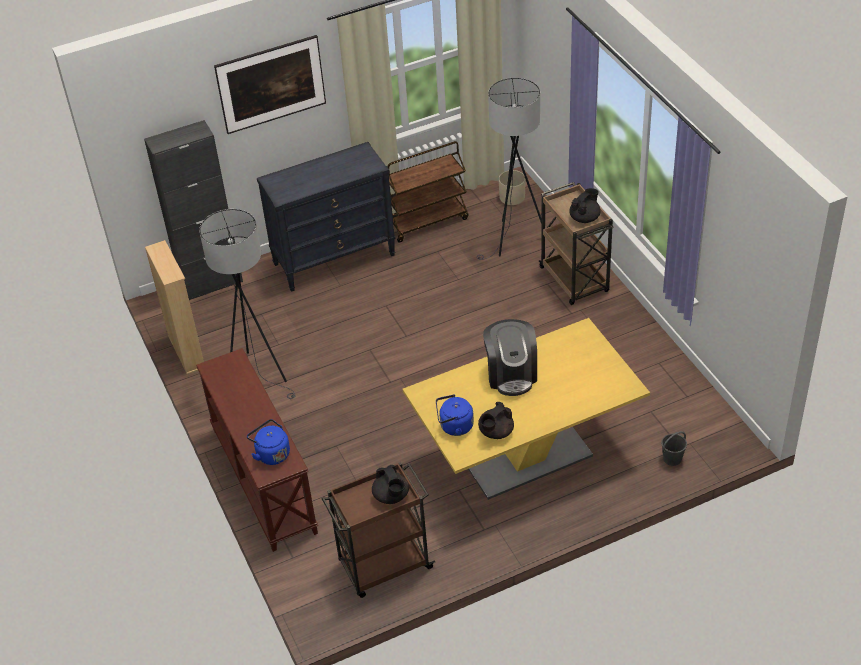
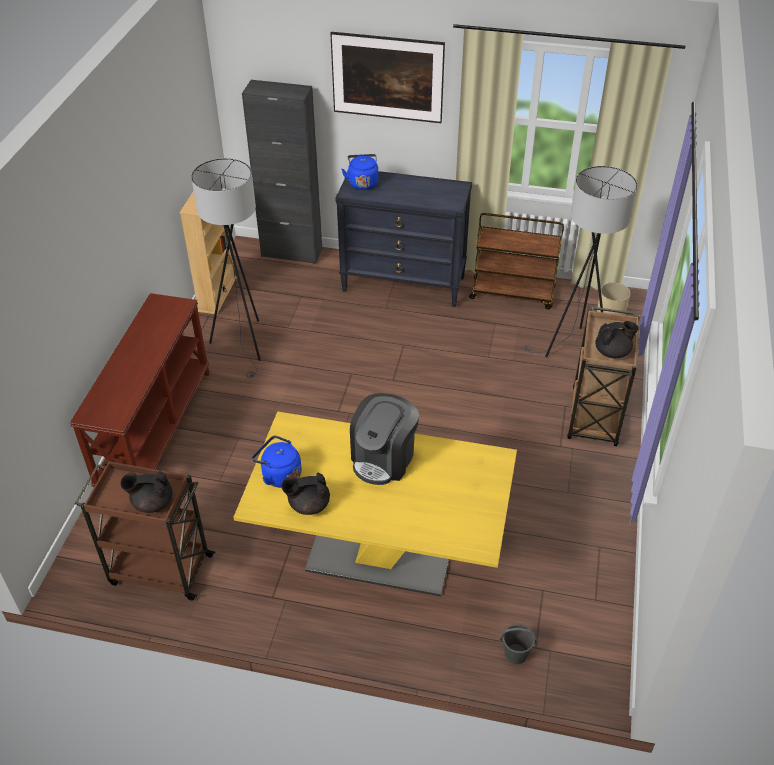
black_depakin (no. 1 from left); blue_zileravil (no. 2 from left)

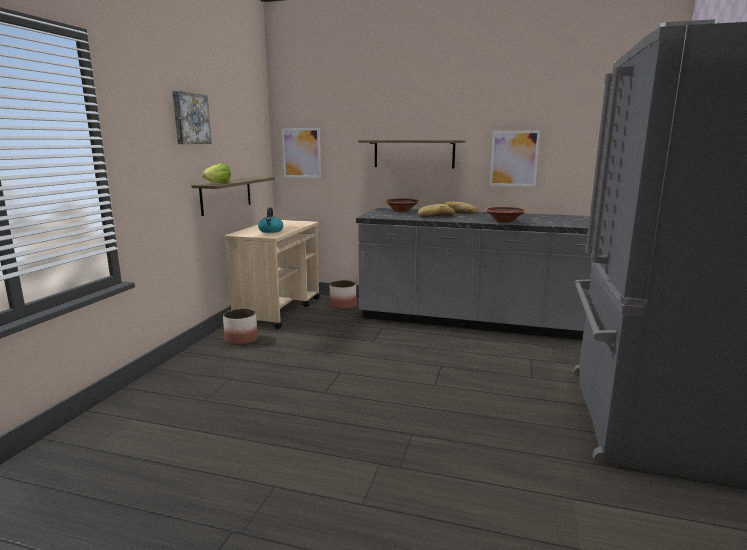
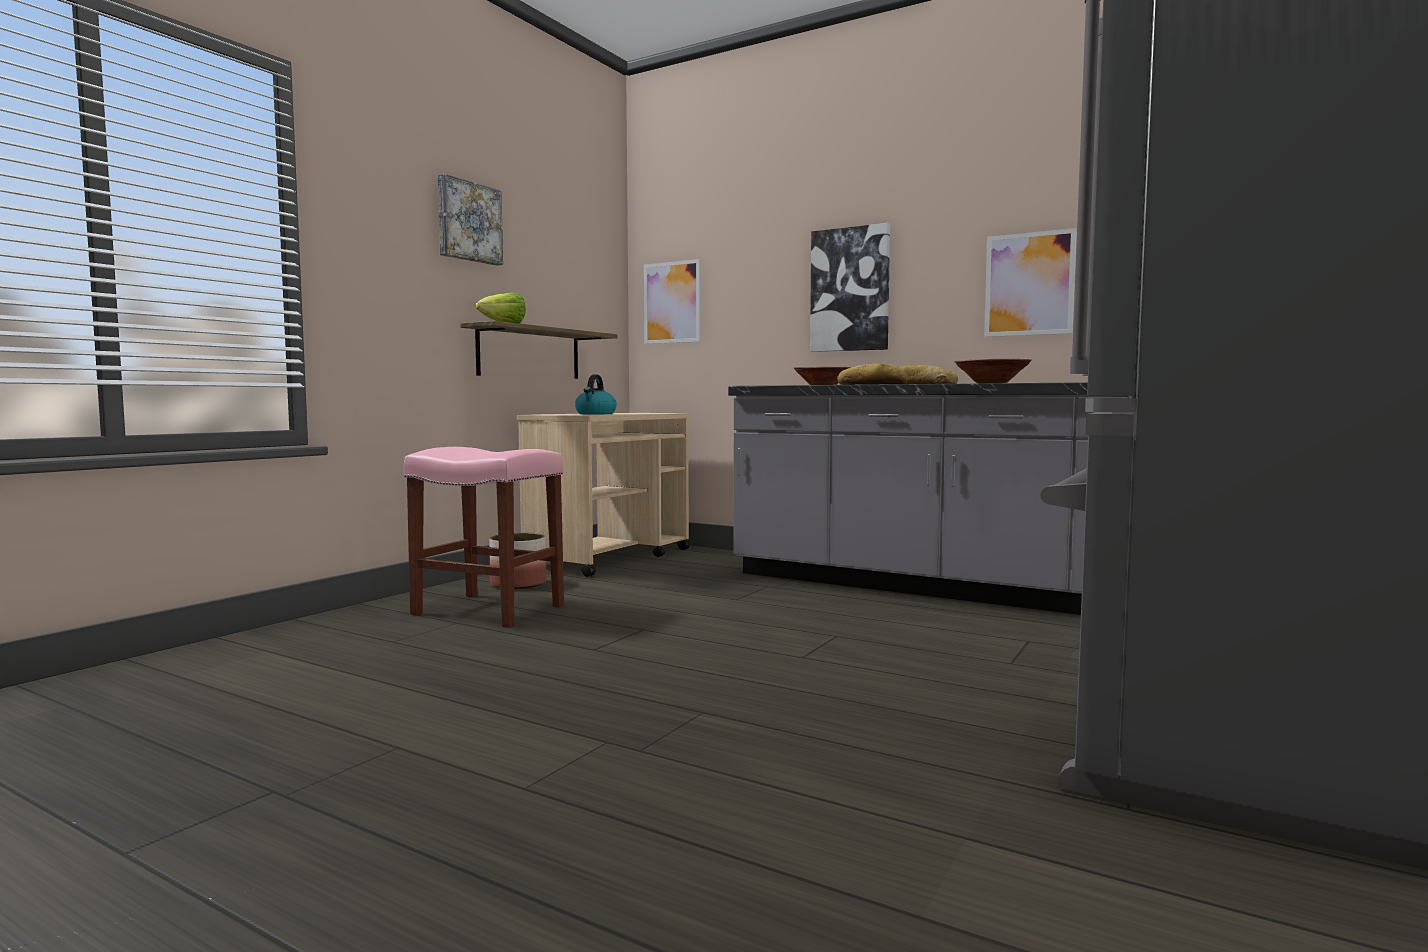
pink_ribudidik; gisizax (no. 3 from left); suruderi (no. 2 from left in the first image)

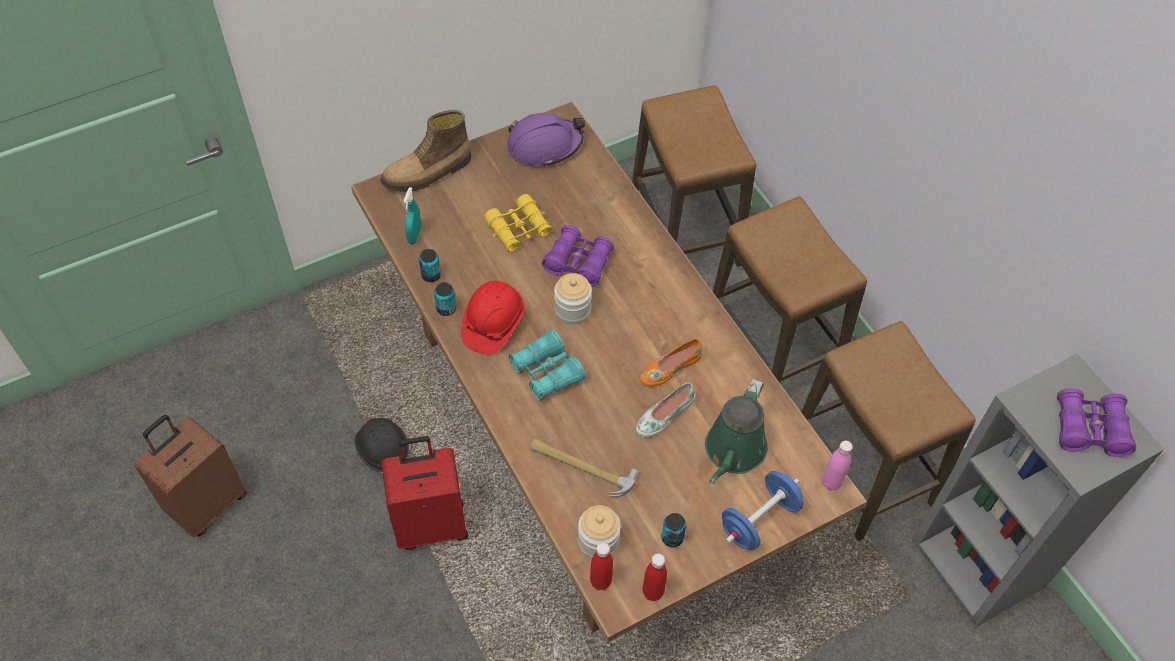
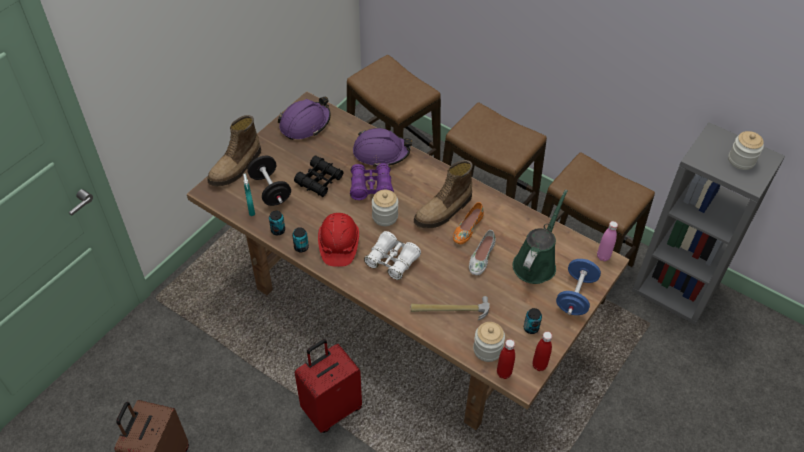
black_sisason; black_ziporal; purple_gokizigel (no. 2 from left); white_ziporal; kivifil (no. 2 from left); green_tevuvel; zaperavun (no. 3 from left); black_gokizigel

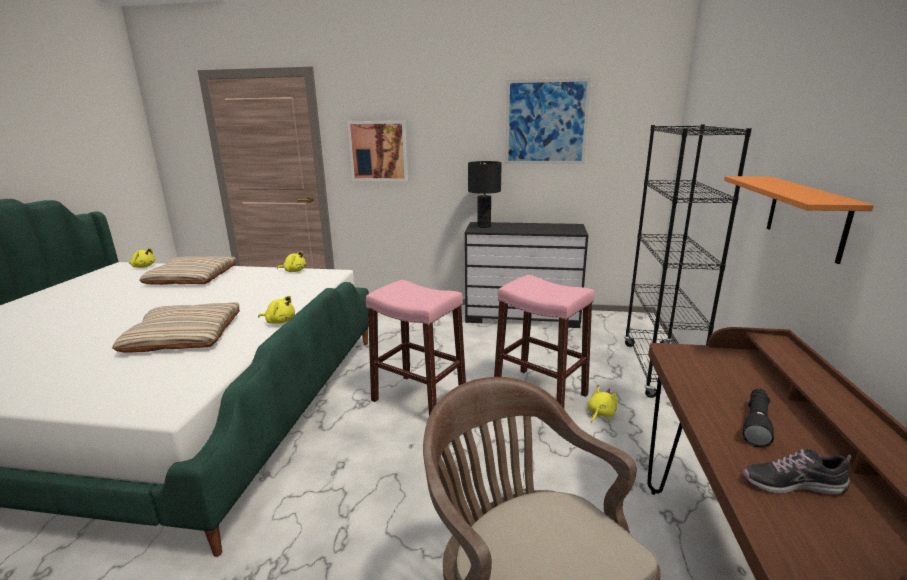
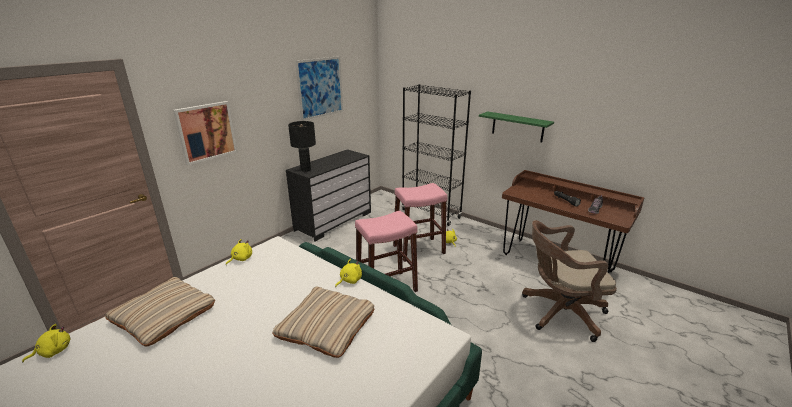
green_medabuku

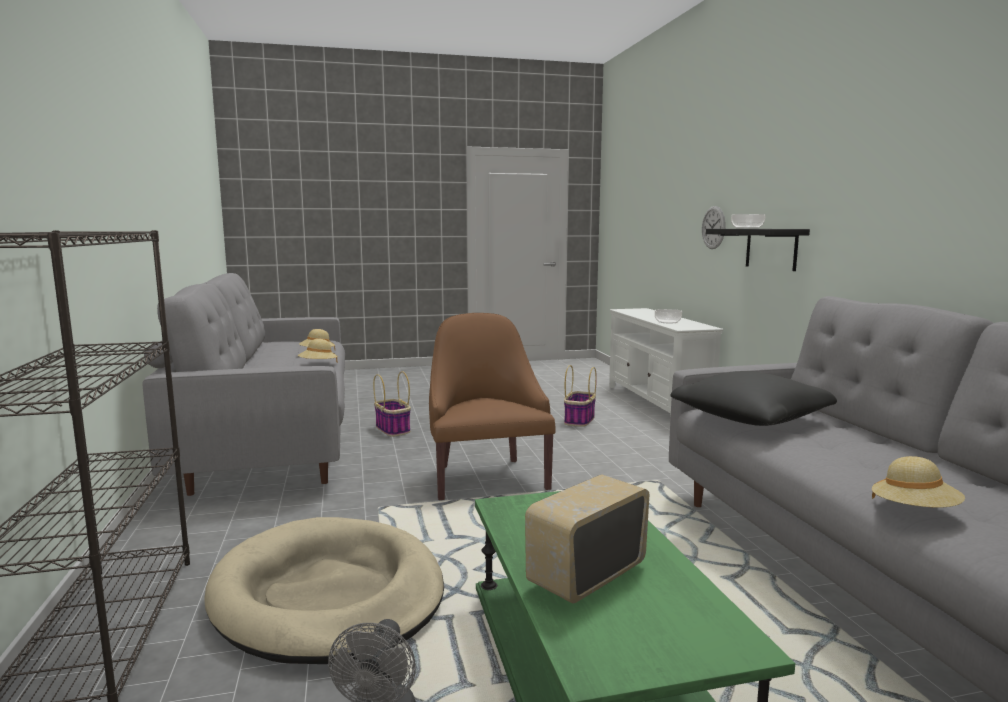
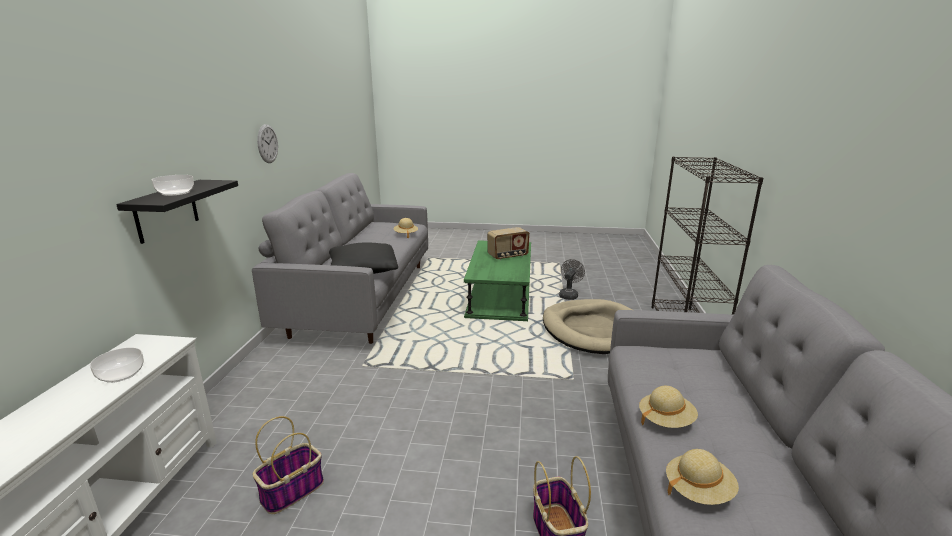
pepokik; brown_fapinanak

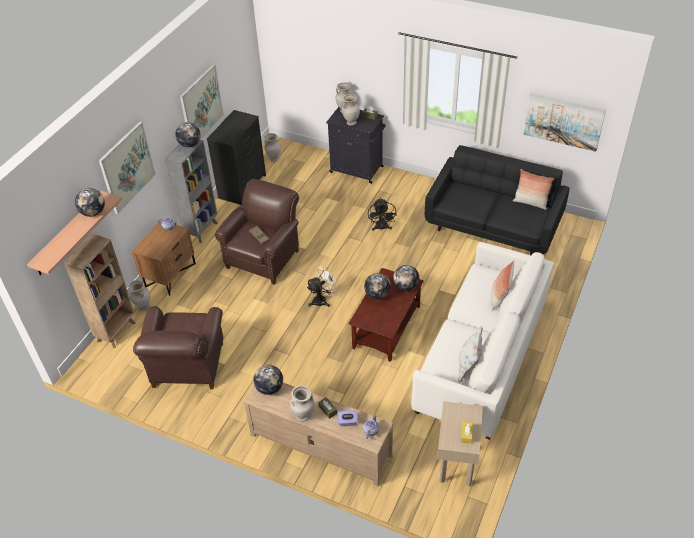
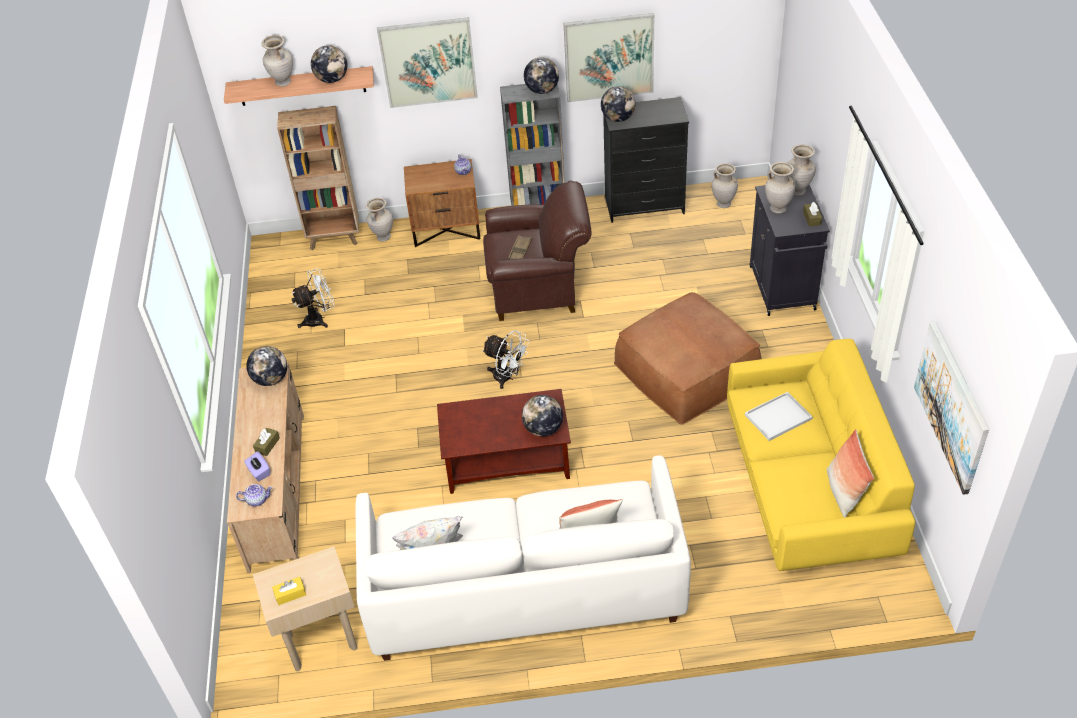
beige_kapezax (no. 1 from left); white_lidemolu (no. 1 from left); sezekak (no. 5 from left); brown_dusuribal; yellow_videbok; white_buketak

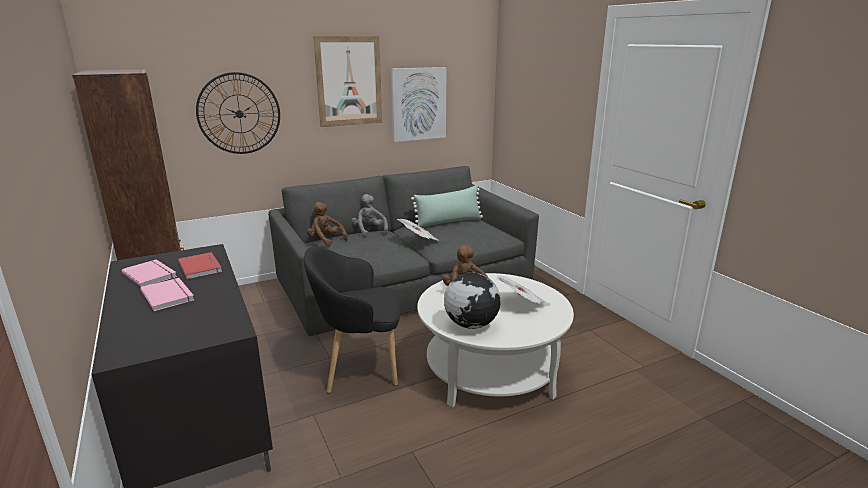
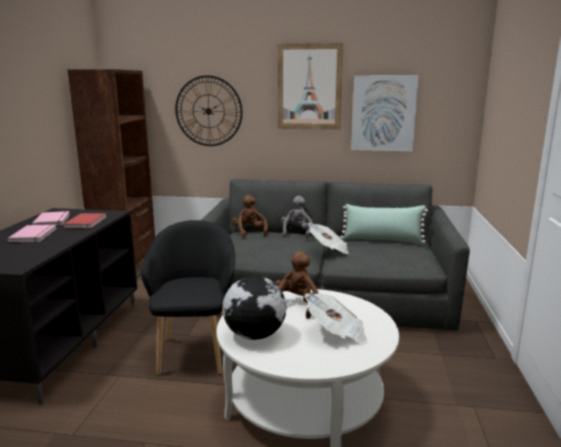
black_fapinanak

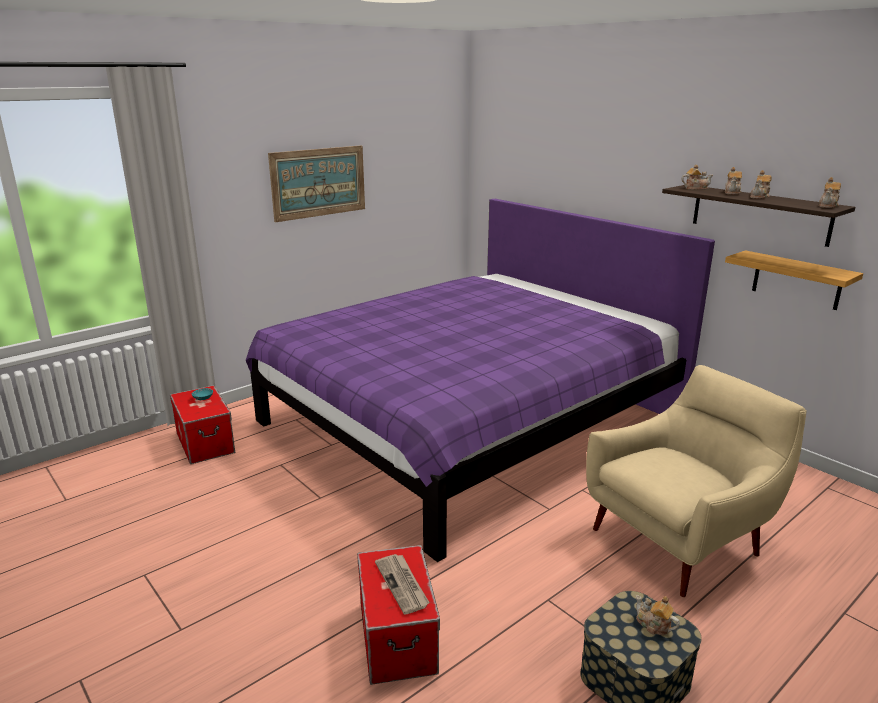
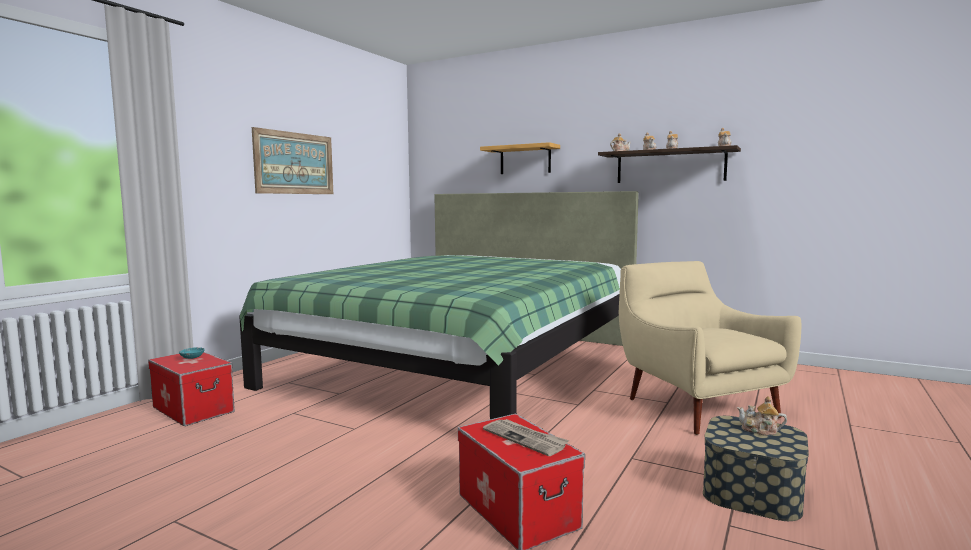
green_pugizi; medabuku (no. 1 from left); beige_fapinanak

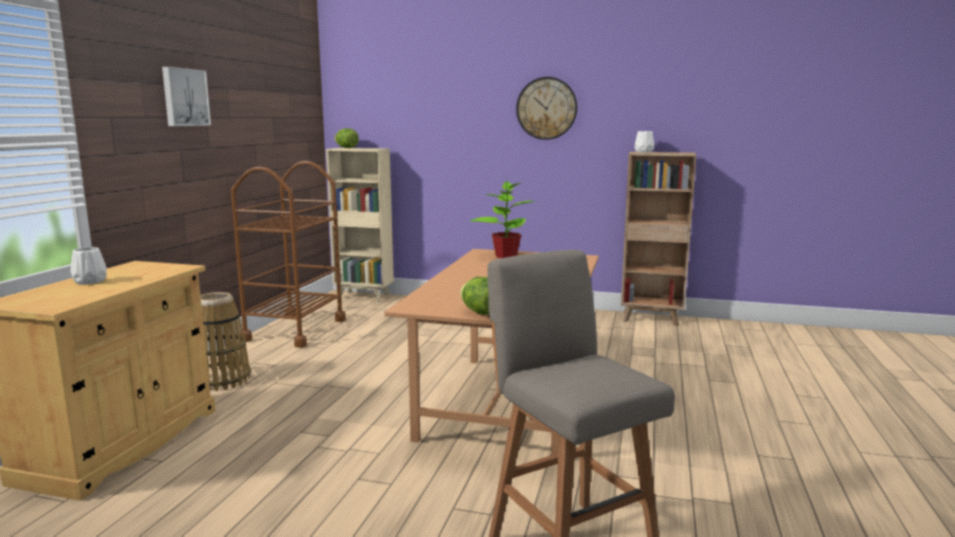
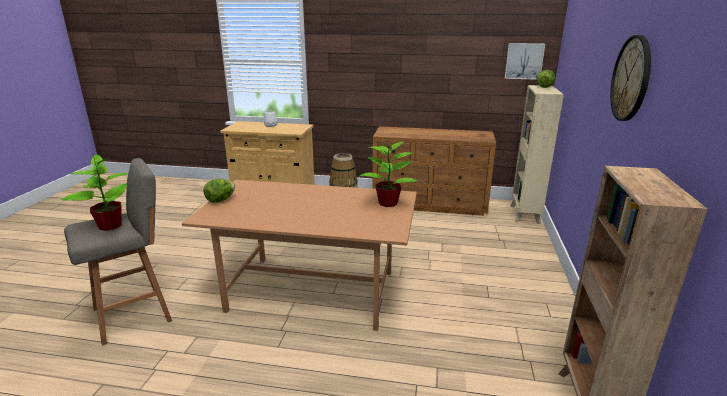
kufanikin (no. 1 from left); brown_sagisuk; gisizax; white_kapezax (no. 2 from left in the first image)

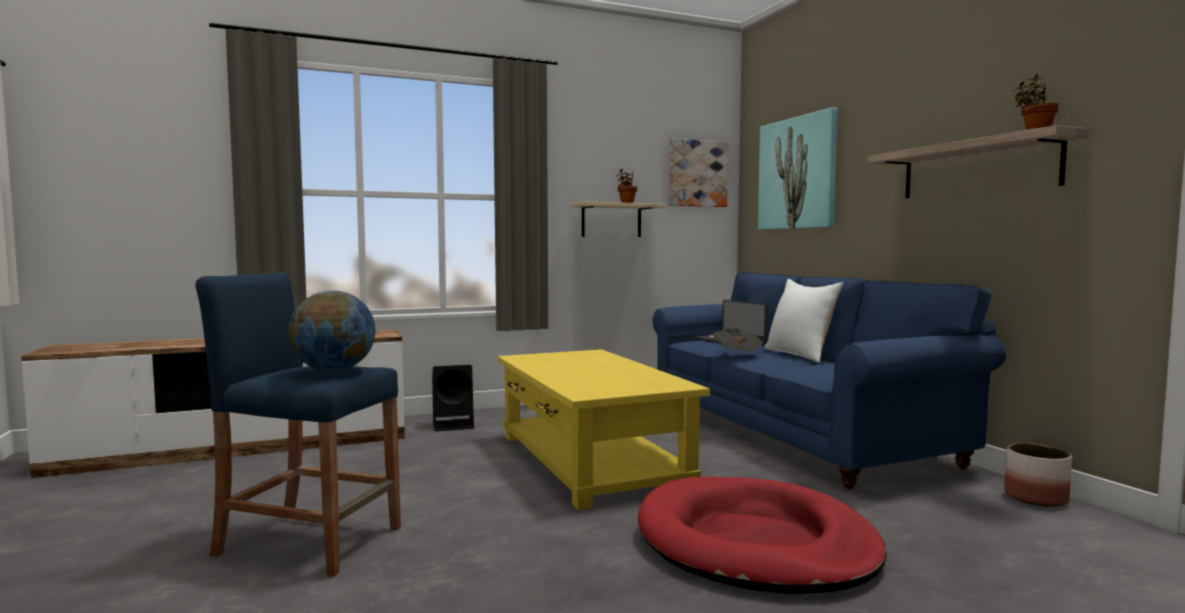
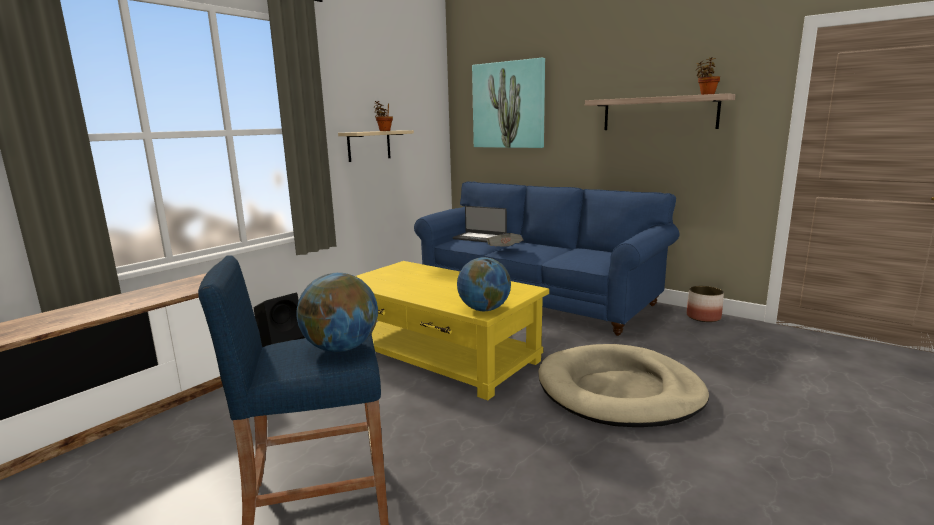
sezekak (no. 2 from left); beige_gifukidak; gisizax (no. 1 from left in the first image); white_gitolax

